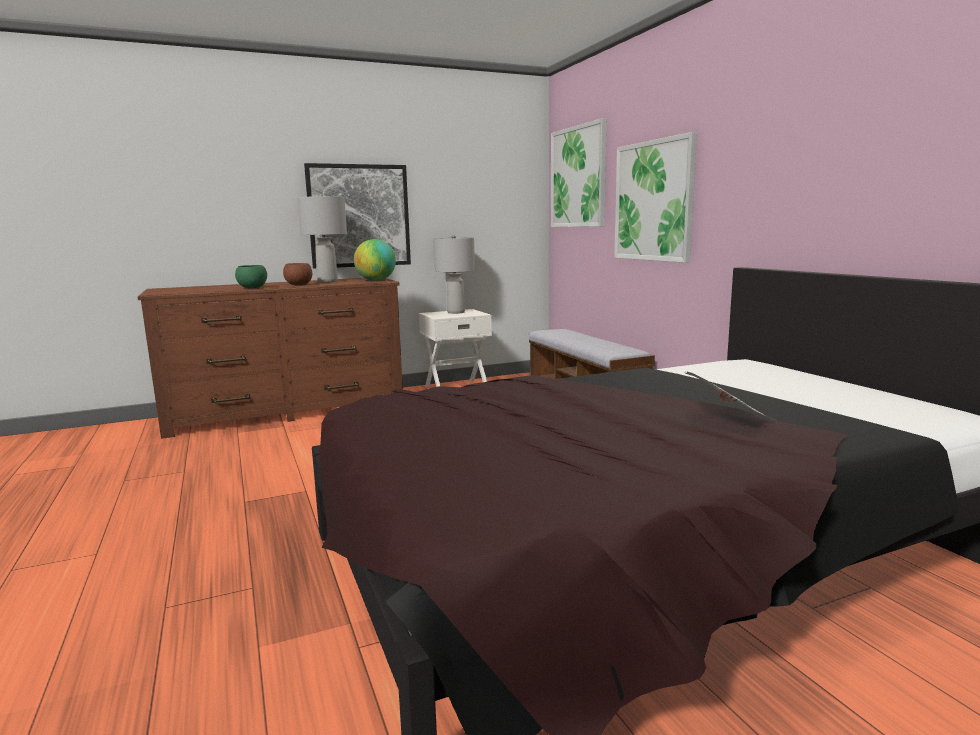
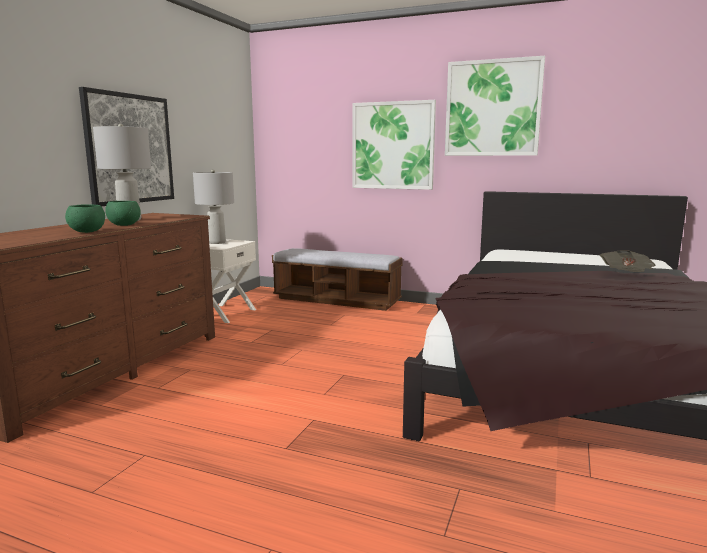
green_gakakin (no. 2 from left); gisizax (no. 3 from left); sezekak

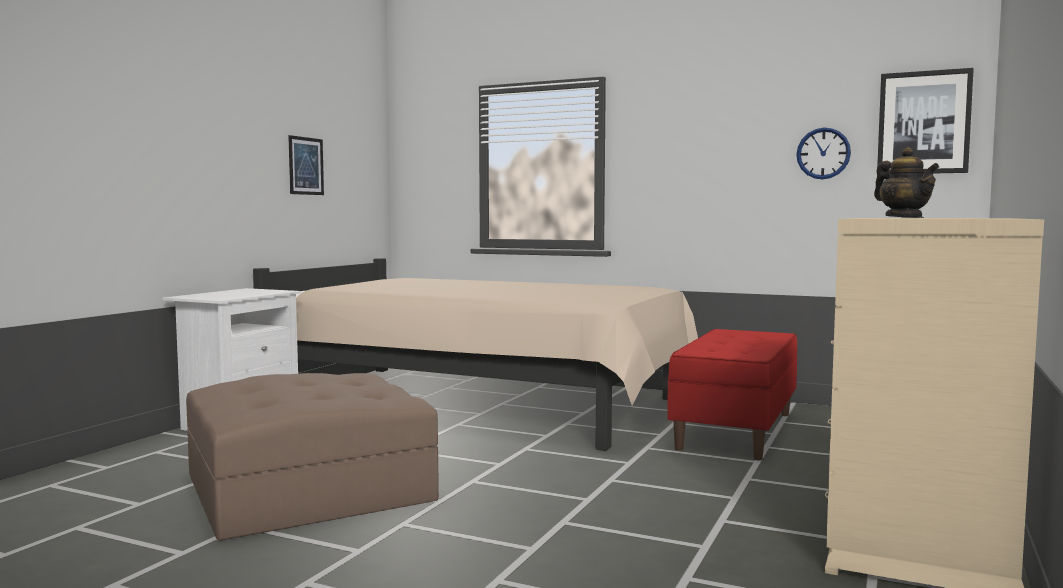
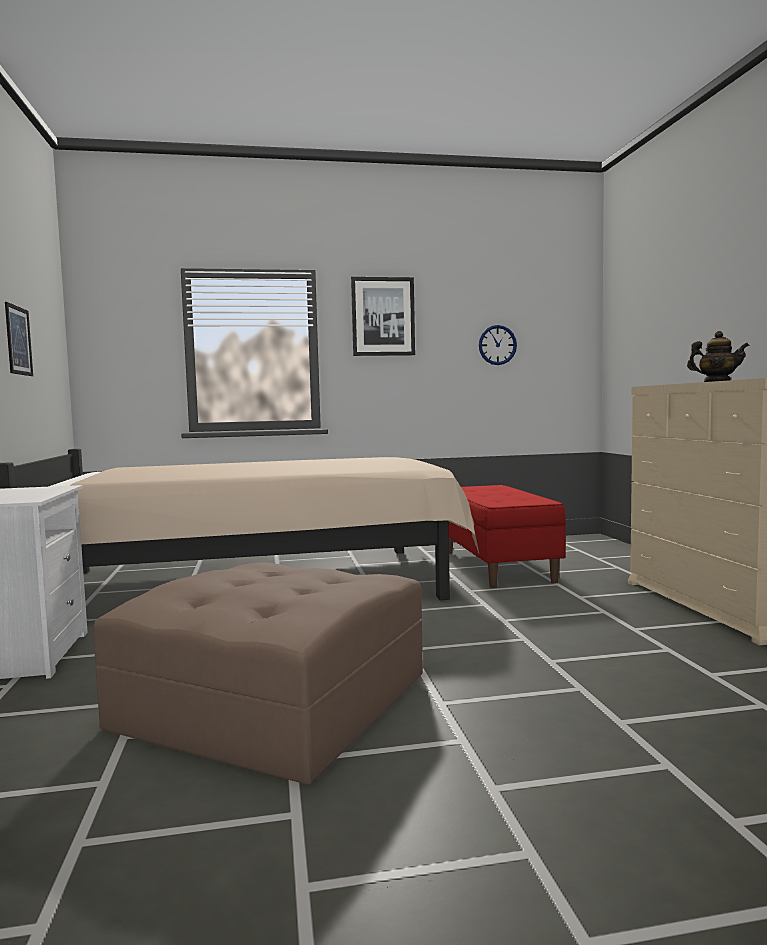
gisizax (no. 2 from left)

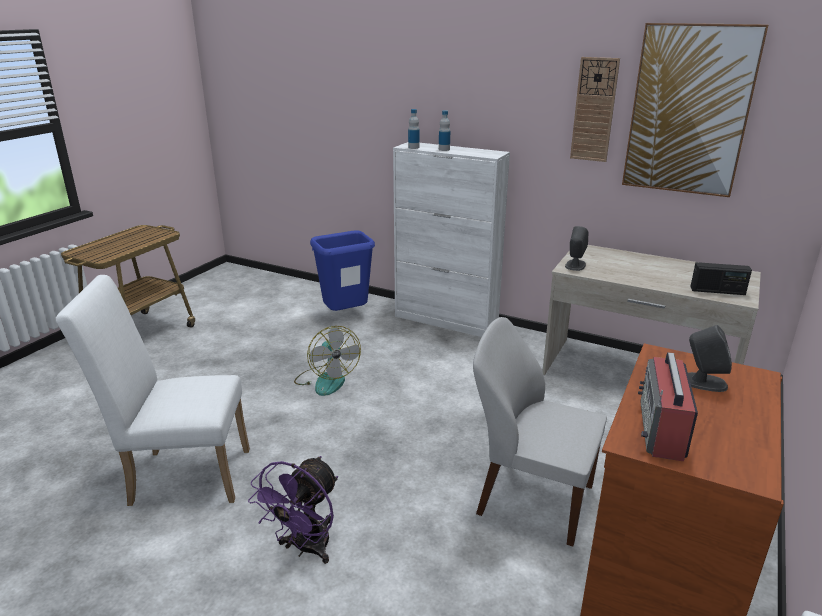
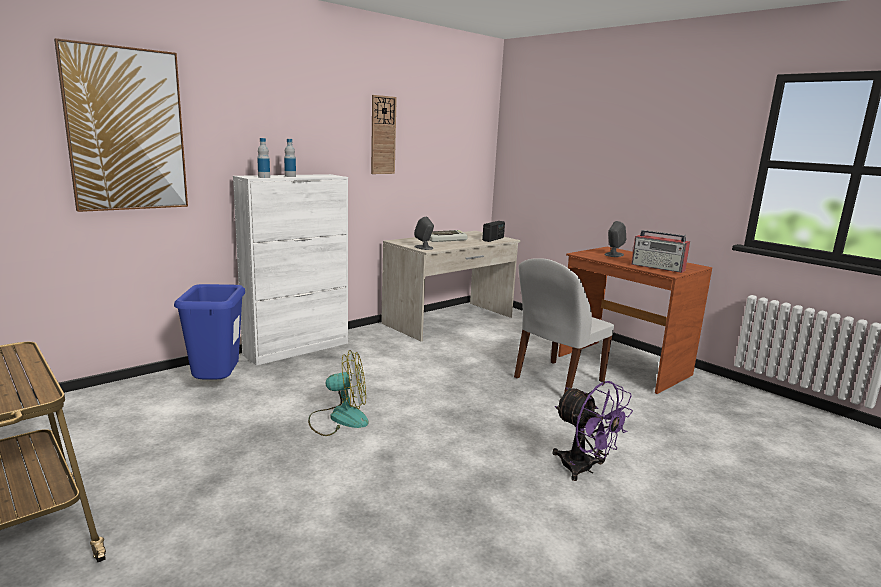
gisizax; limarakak; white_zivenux (no. 1 from left in the first image)

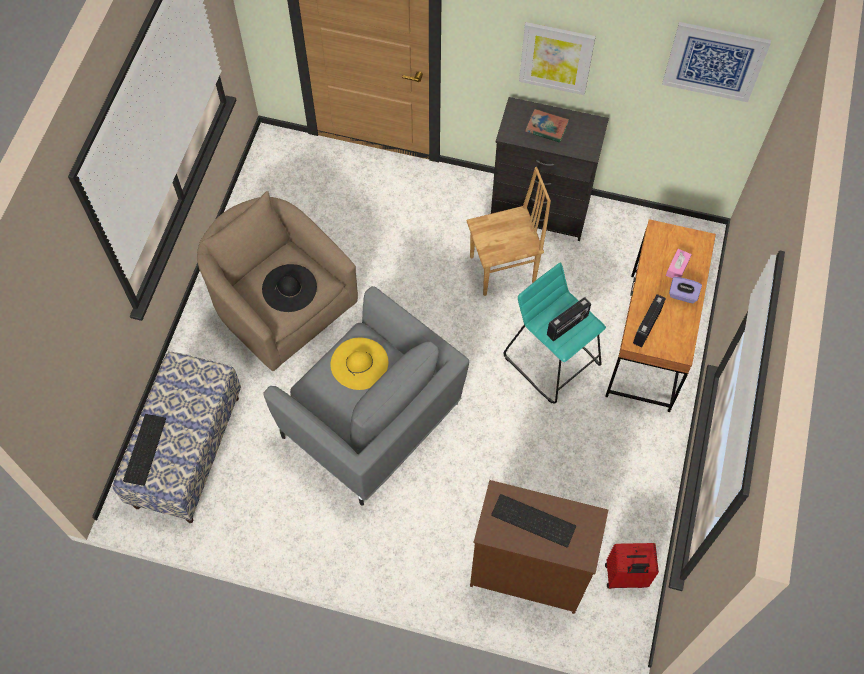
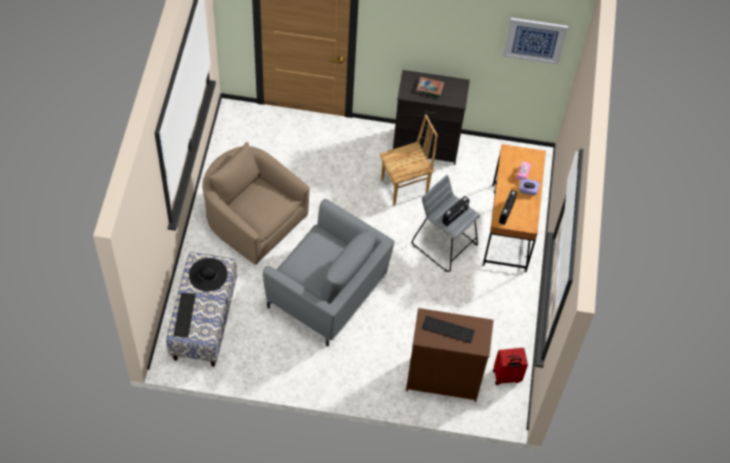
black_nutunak; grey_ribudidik; yellow_nutunak; gisizax (no. 1 from left in the first image)

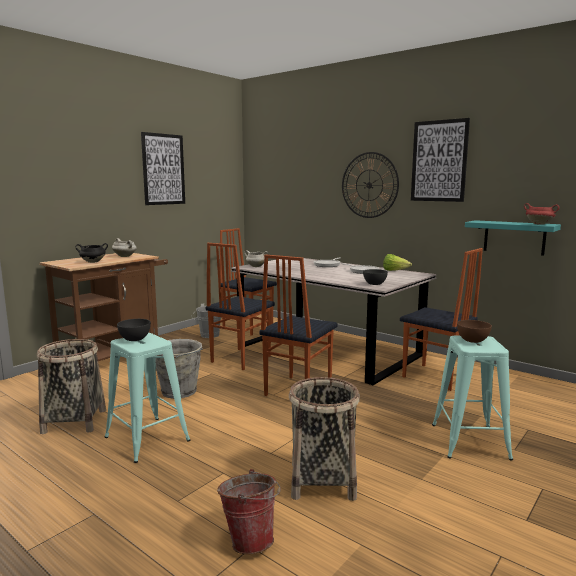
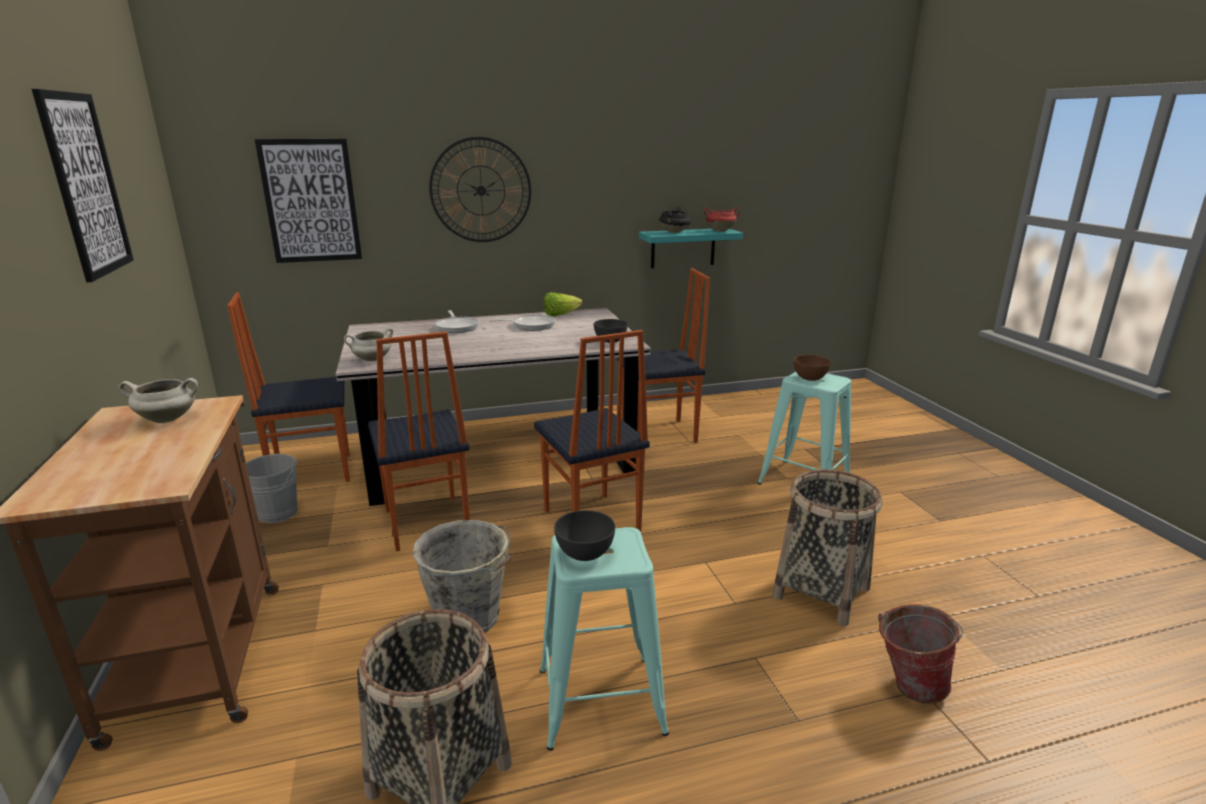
gisizax (no. 2 from left); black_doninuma

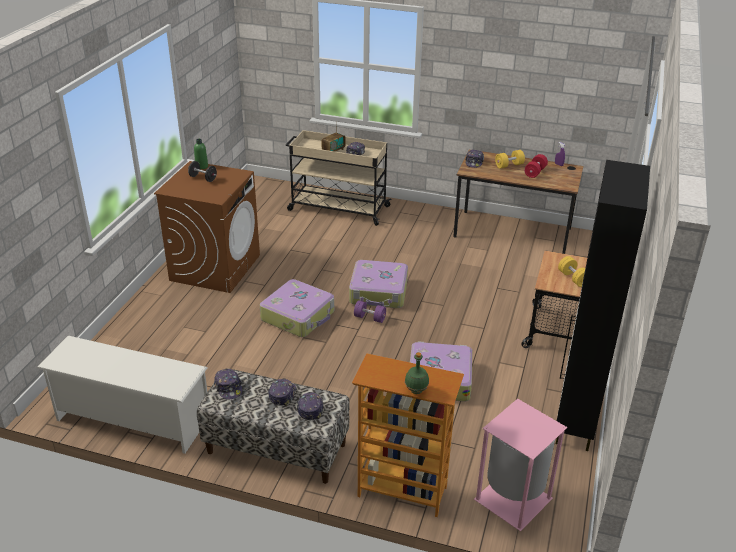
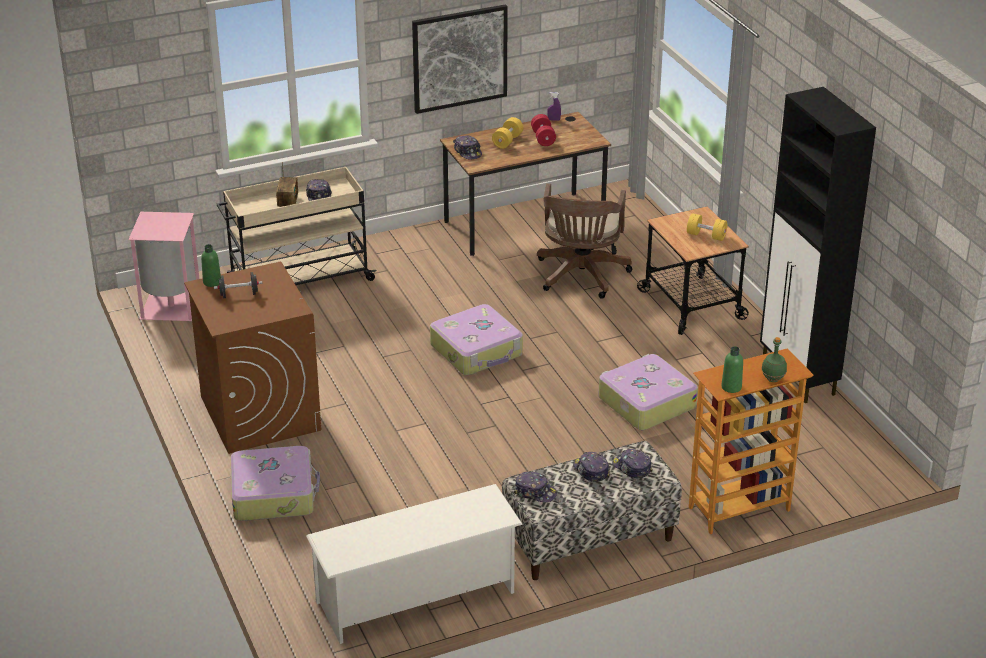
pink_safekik; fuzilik (no. 1 from left); gisizax; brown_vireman; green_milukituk (no. 2 from left); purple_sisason

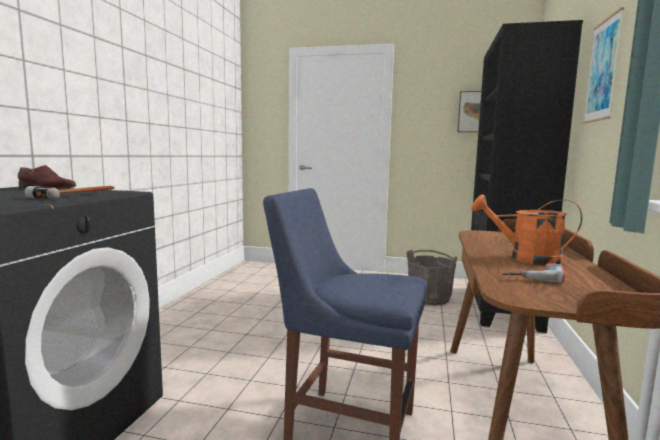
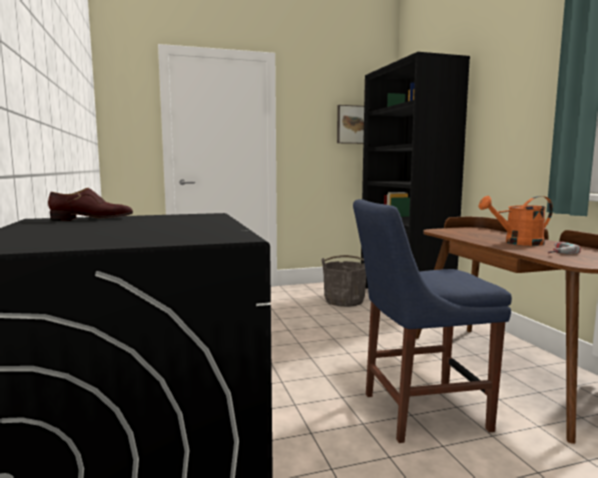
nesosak; gisizax (no. 2 from left in the first image)

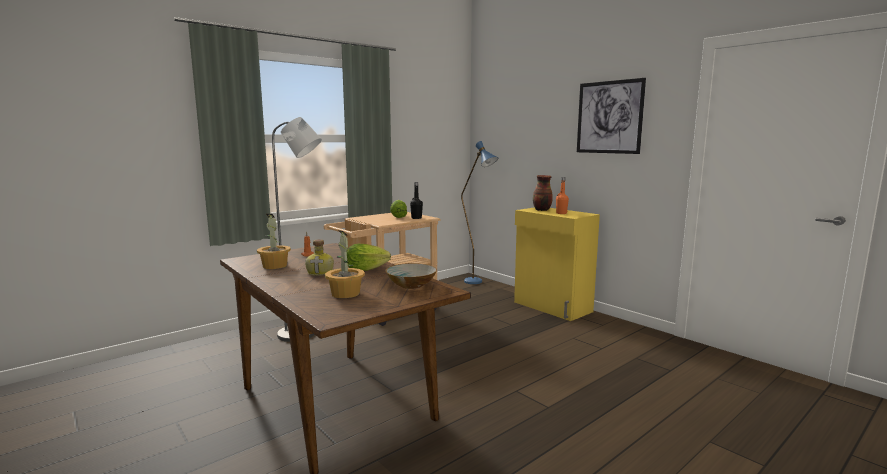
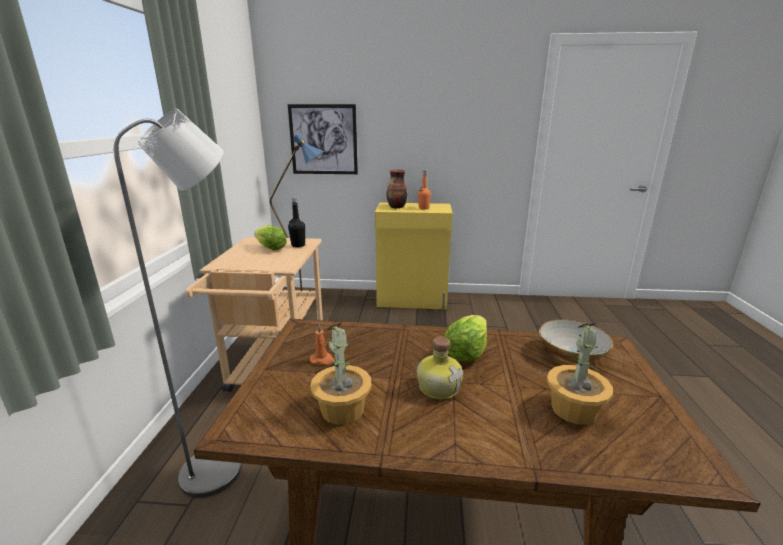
gisizax

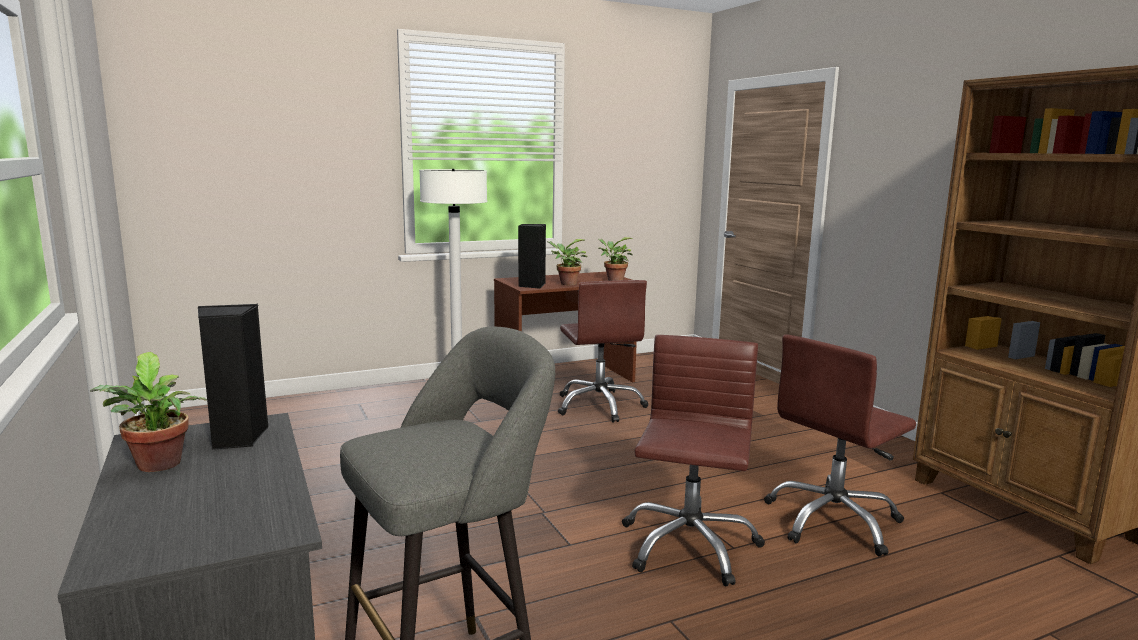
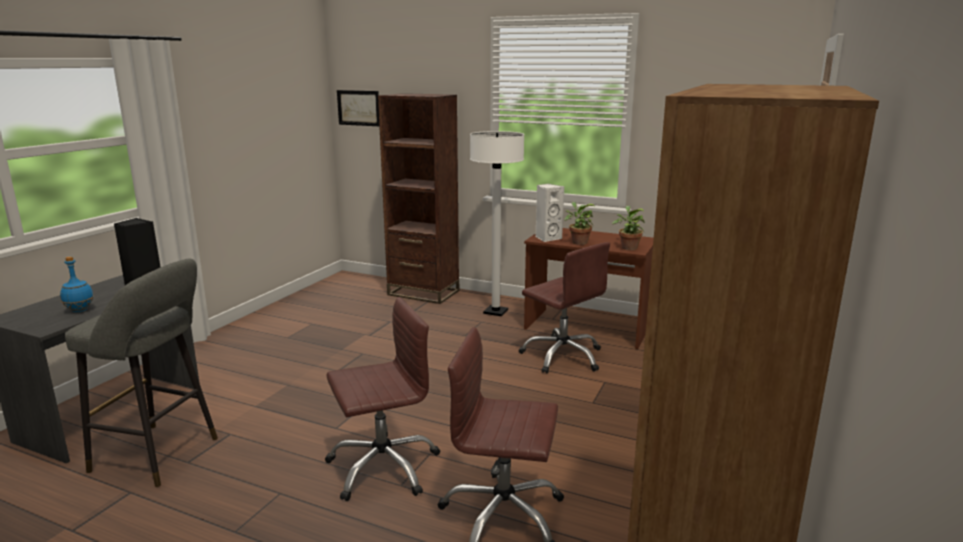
blue_milukituk; gisizax; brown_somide (no. 1 from left); brown_vireman (no. 3 from left); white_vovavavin; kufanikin (no. 1 from left in the first image)

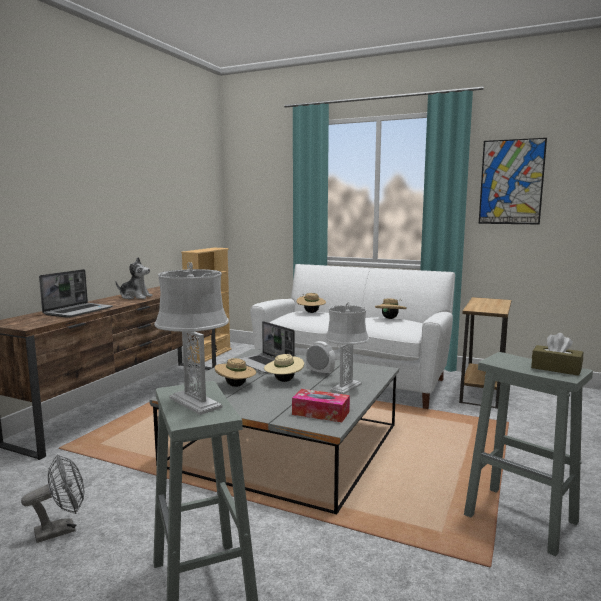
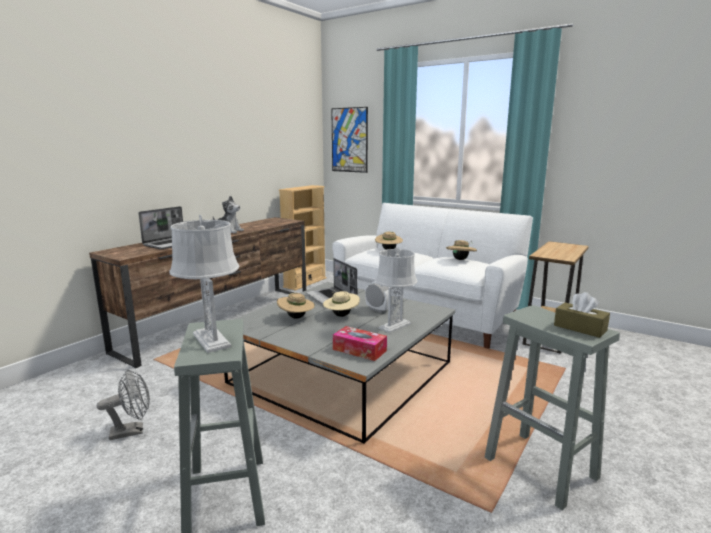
gisizax

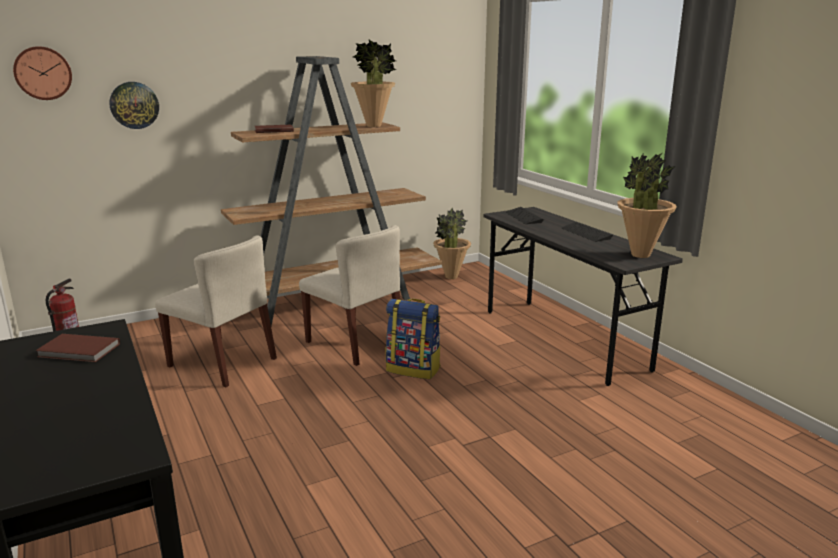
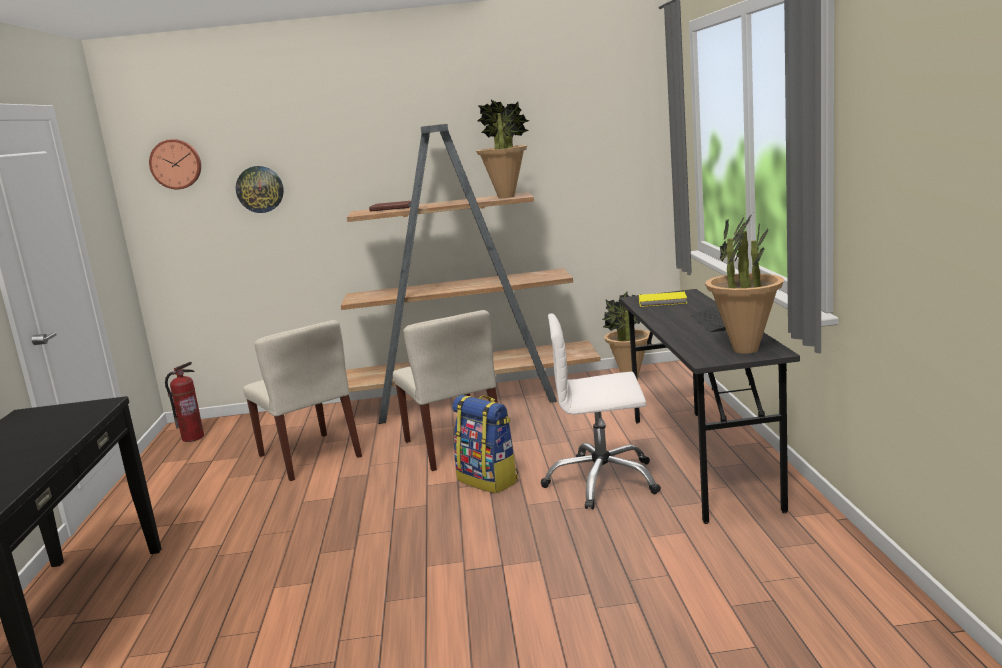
white_vireman; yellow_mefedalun; brown_mefedalun (no. 1 from left in the first image)

